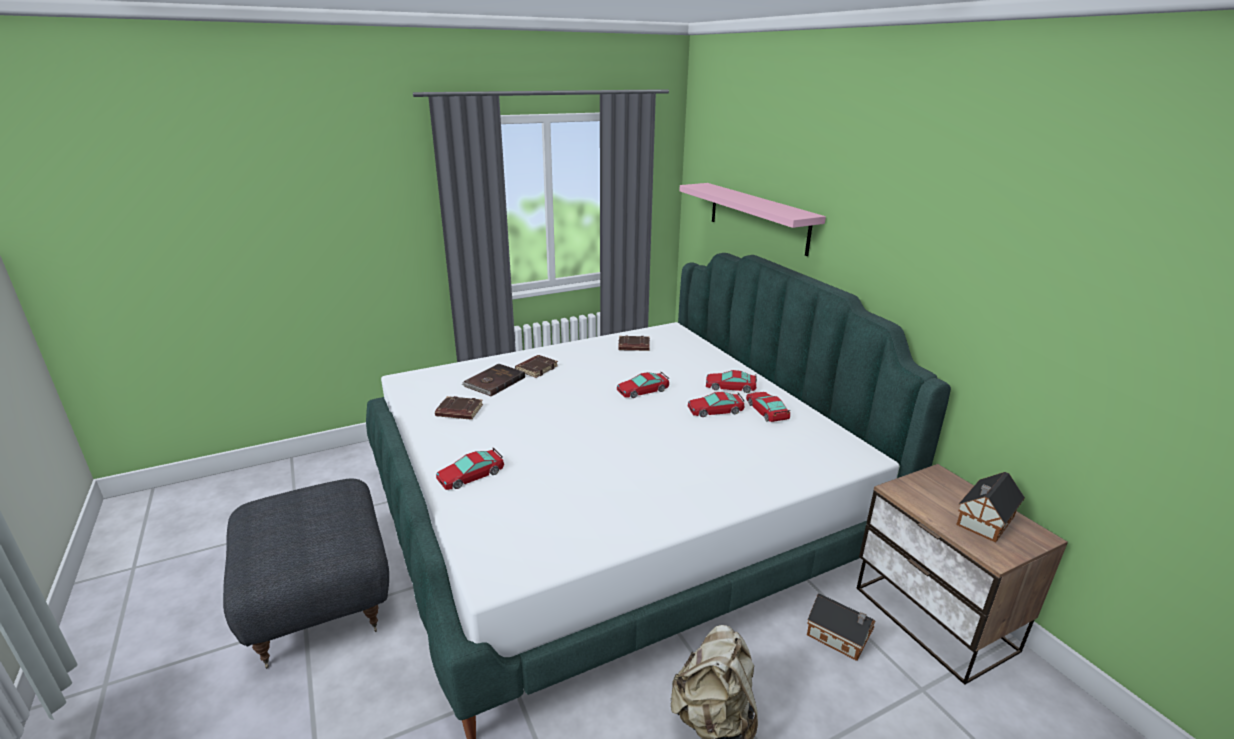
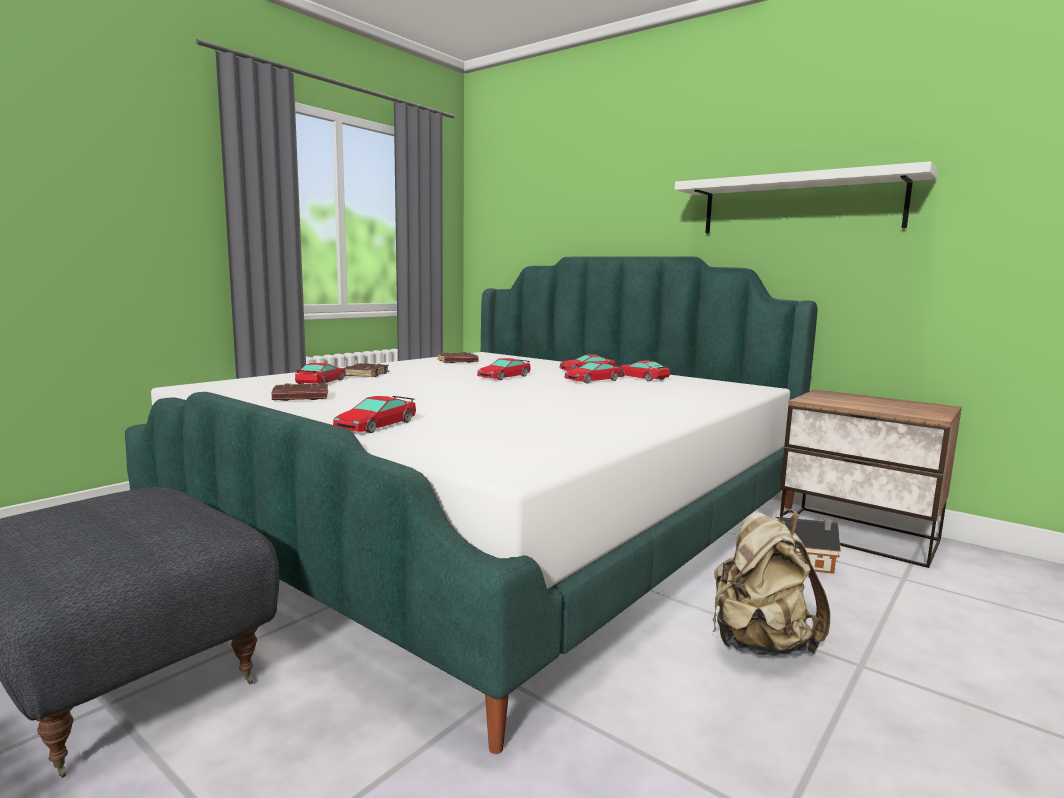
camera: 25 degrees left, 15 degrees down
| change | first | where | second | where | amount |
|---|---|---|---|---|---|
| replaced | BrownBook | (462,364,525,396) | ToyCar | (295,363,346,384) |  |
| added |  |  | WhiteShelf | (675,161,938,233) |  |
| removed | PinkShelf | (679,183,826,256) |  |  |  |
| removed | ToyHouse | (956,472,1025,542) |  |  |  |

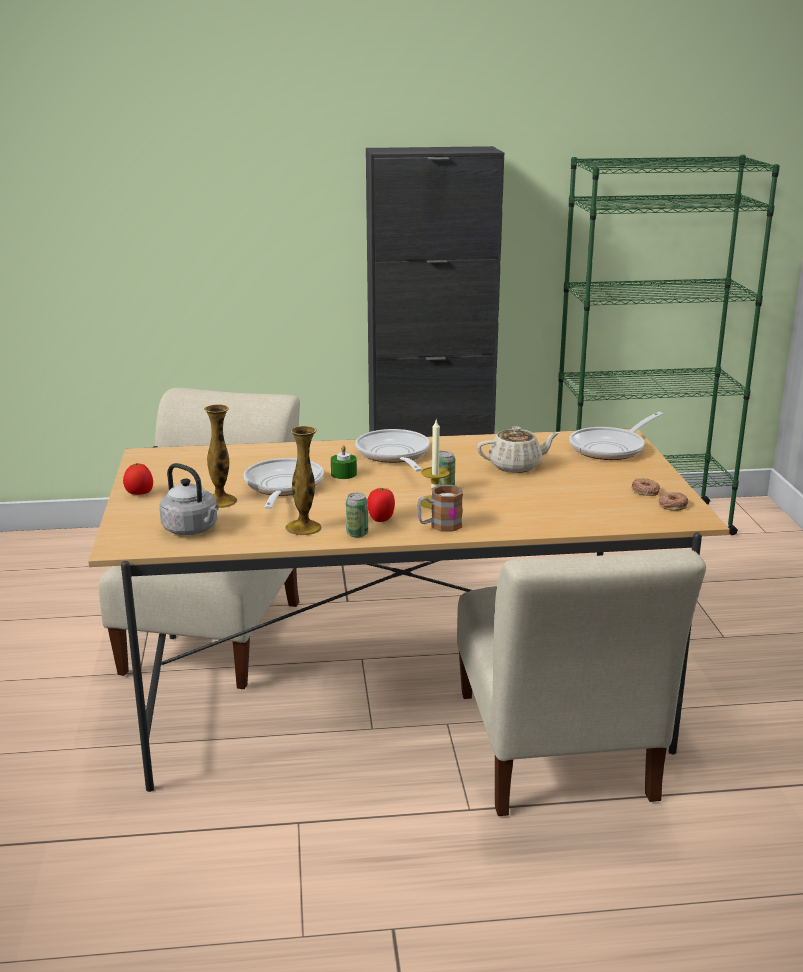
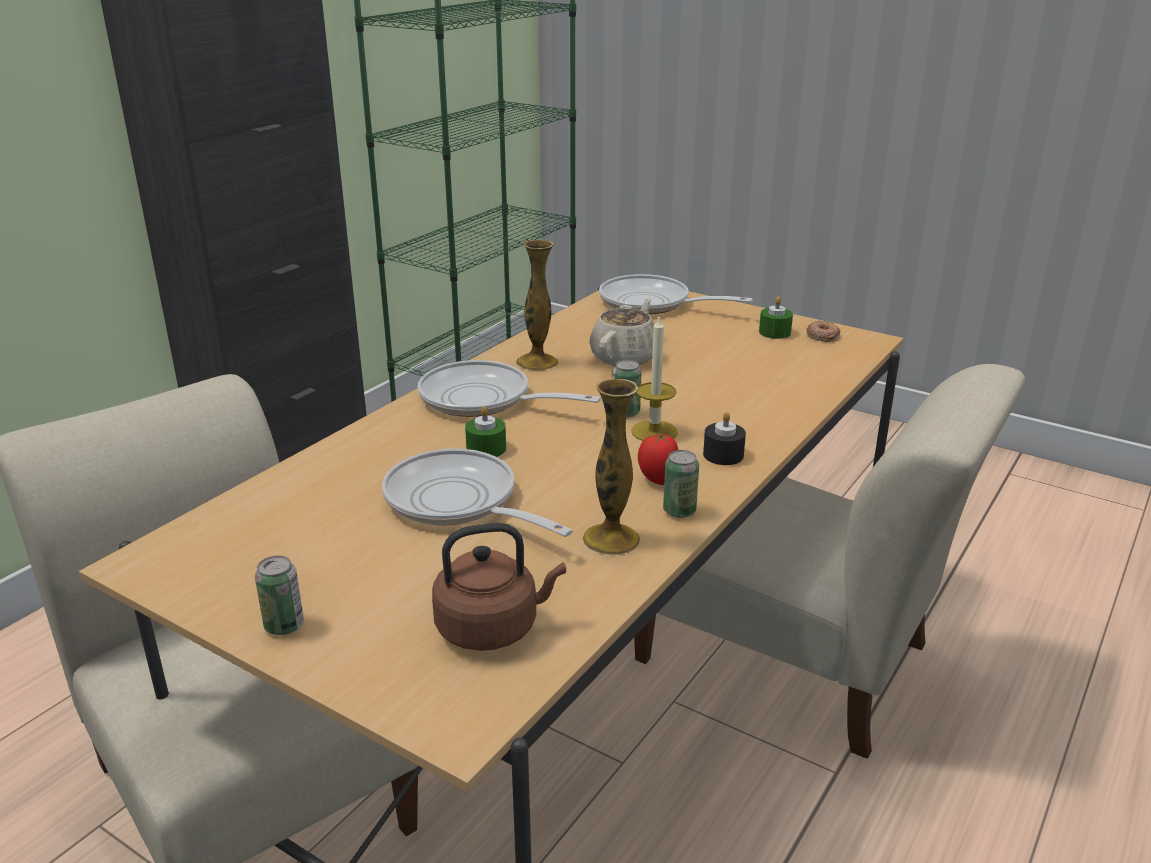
camera: 50 degrees left, 5 degrees up
| change | first | where | second | where | amount |
|---|---|---|---|---|---|
| replaced | Tomato | (123,463,153,495) | Can | (255,556,304,635) |  |
| recoloured | GreyKettle | (159,463,219,535) | BrownKettle | (432,523,566,651) |  |
| moved | Vase | (204,404,237,508) |  | (516,240,558,370) |  |
| turned | FryingPan | (569,412,663,460) |  | (599,274,753,314) | 120 degrees clockwise |
| replaced | Mug | (417,485,463,531) | BlackCandle | (703,412,746,465) |  |
| replaced | Donut | (631,478,660,496) | GreenCandle | (759,297,793,339) |  |

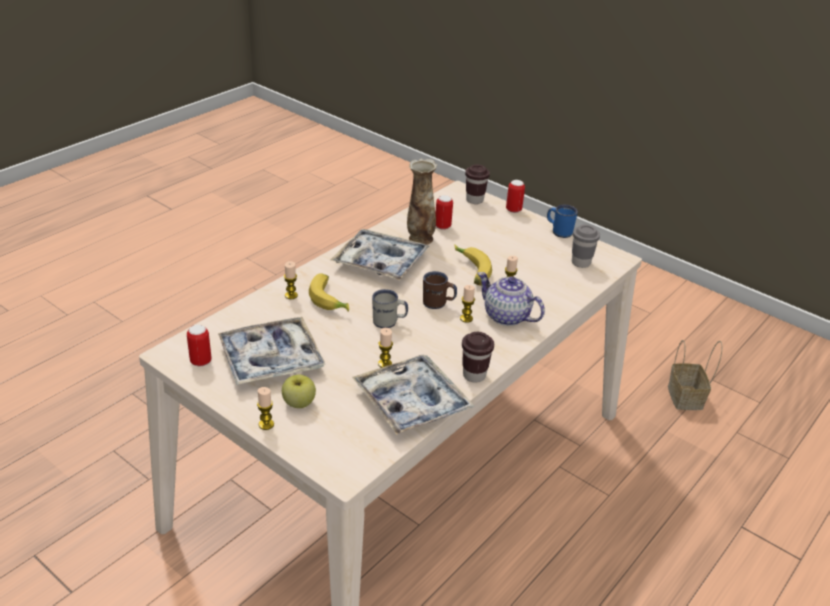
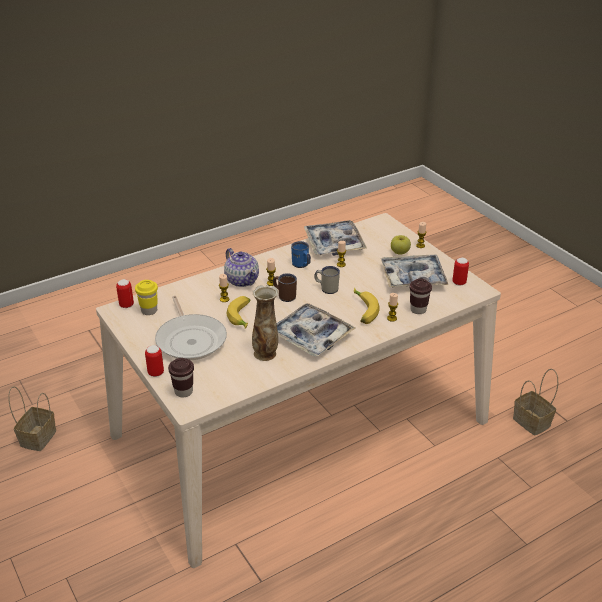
camera: 160 degrees left, 0 degrees up
| change | first | where | second | where | amount |
|---|---|---|---|---|---|
| moved | Can | (436,195,453,230) |  | (116,279,134,308) |  |
| recoloured | GreyCup | (572,225,600,268) | YellowCup | (135,280,158,315) |  |
| added |  |  | FryingPan | (155,296,227,360) |  |
| moved | BlueMug | (547,205,578,238) |  | (291,241,311,268) |  |
| moved | BrownCup | (462,332,494,383) |  | (409,279,432,314) |  |
| added |  |  | Basket | (513,369,558,436) |  |

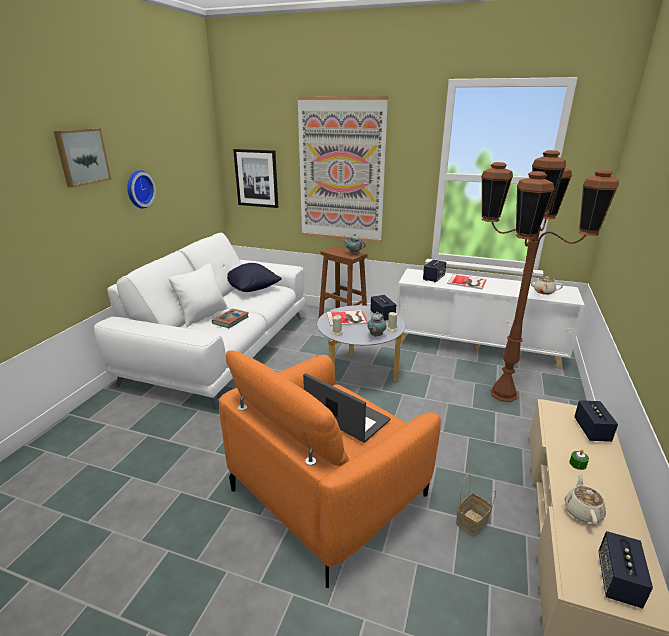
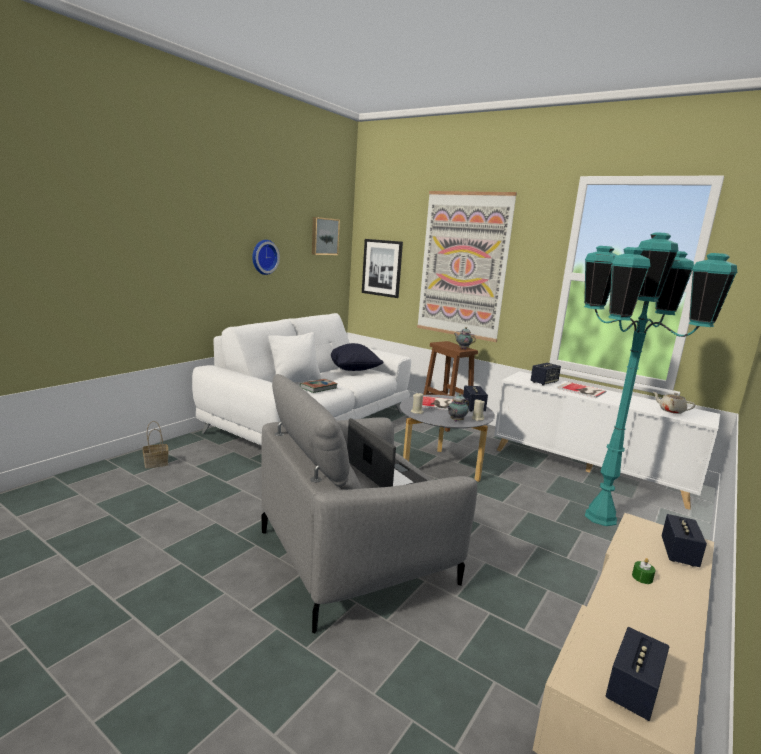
camera: 15 degrees right, 10 degrees down
| change | first | where | second | where | amount |
|---|---|---|---|---|---|
| moved | Basket | (456,474,496,537) |  | (143,421,168,468) |  |
| recoloured | OrangeArmchair | (219,350,441,588) | GreyArmchair | (261,374,477,633) |  |
| moved | Picture | (54,128,111,188) |  | (312,217,340,255) |  |
| recoloured | BrownFloorLamp | (481,150,619,402) | TurquoiseFloorLamp | (584,232,737,526) |  |
| removed | BeigeTeapot | (565,473,606,526) |  |  |  |

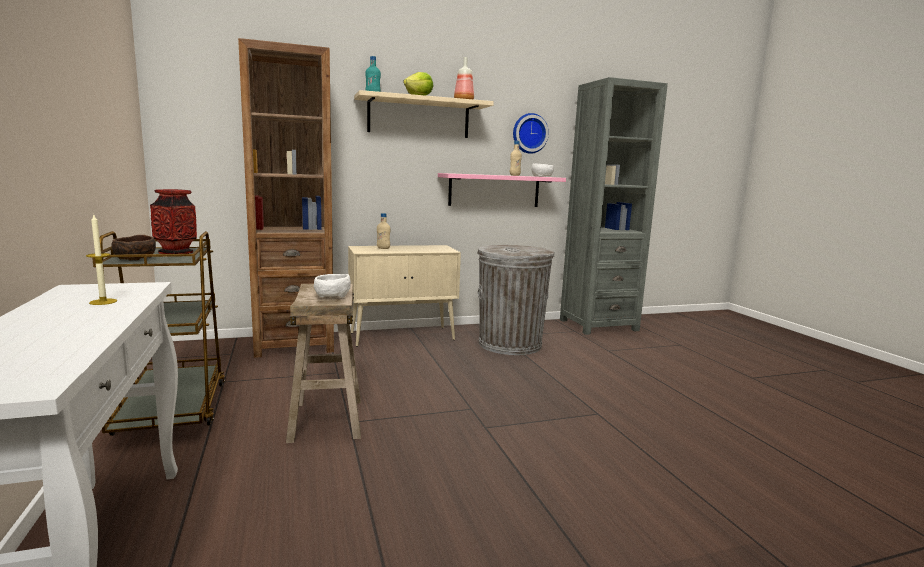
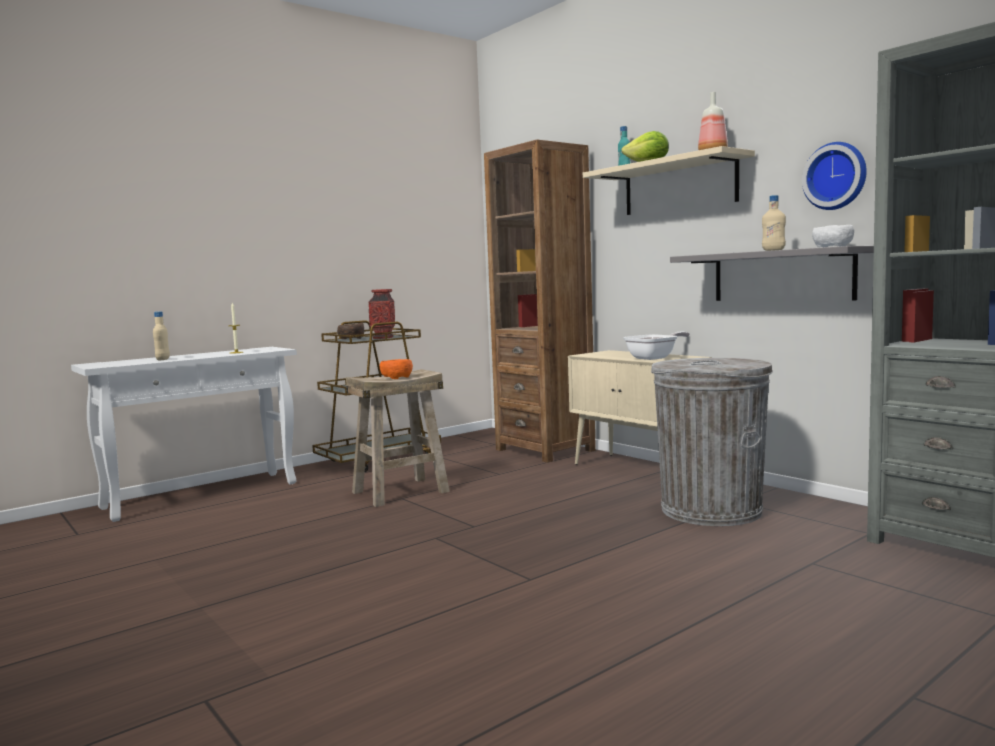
camera: 70 degrees right, 5 degrees down
| change | first | where | second | where | amount |
|---|---|---|---|---|---|
| moved | BeigeBottle | (377,213,390,249) |  | (153,311,170,361) |  |
| recoloured | WhiteBowl | (314,274,351,298) | OrangeBowl | (380,359,413,379) |  |
| added |  |  | FryingPan | (623,332,689,360) |  |
| recoloured | PinkShelf | (438,173,566,207) | GreyShelf | (670,246,874,301) |  |

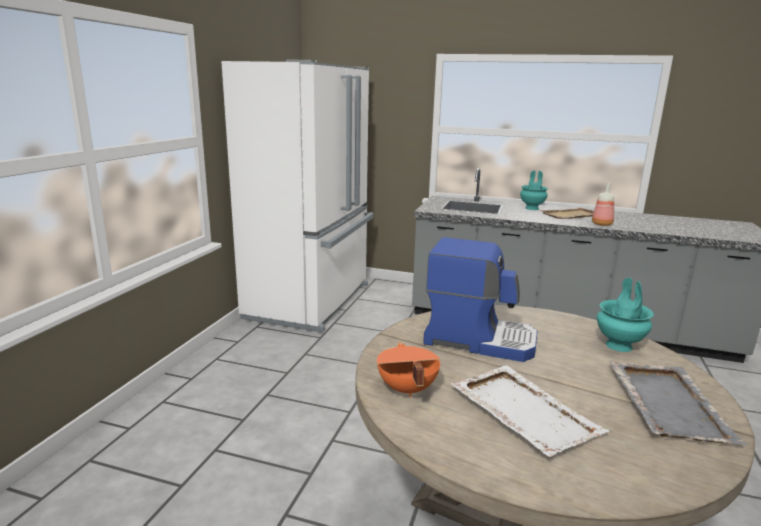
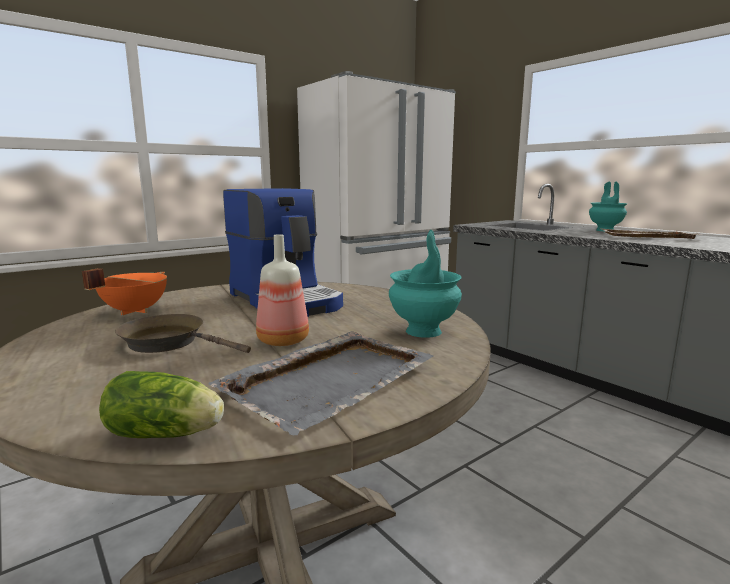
camera: 35 degrees right, 5 degrees down
| change | first | where | second | where | amount |
|---|---|---|---|---|---|
| added |  |  | Lettuce | (99,371,224,438) |  |
| replaced | WhiteTray | (451,365,609,457) | BrownFryingPan | (115,314,251,353) |  |
| moved | Bottle | (592,183,614,226) |  | (256,234,309,346) |  |

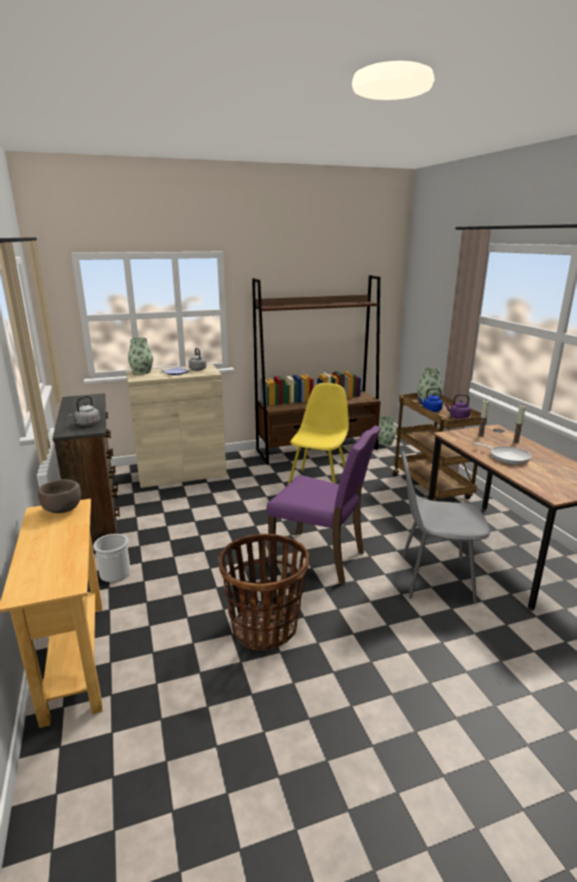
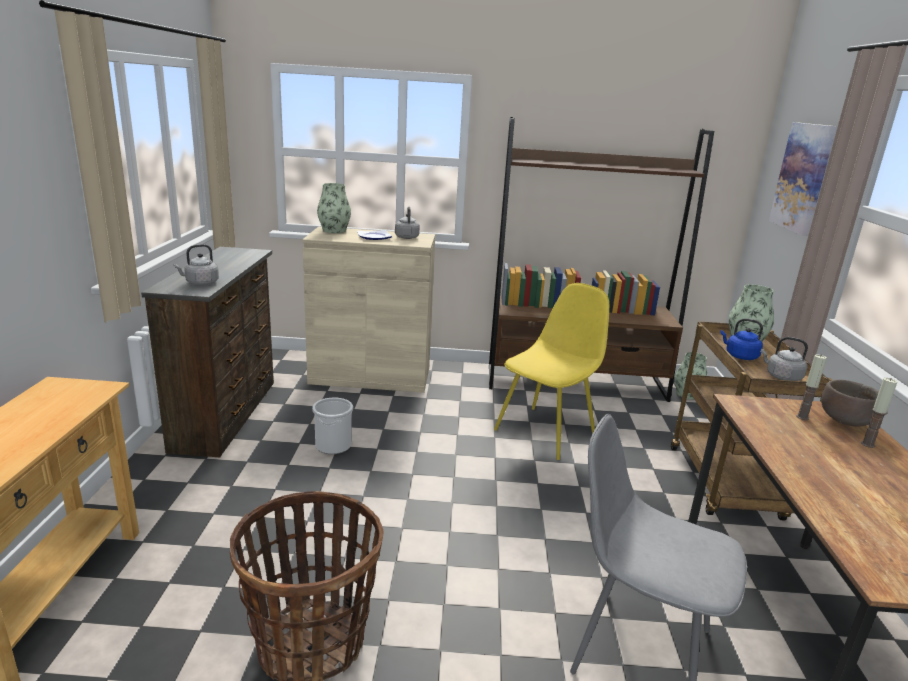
camera: 20 degrees right, 0 degrees up
| change | first | where | second | where | amount |
|---|---|---|---|---|---|
| moved | Bucket | (93,534,131,582) |  | (312,398,353,454) |  |
| recoloured | PurpleKettle | (445,394,471,419) | GreyKettle | (761,337,808,381) |  |
| added |  |  | Picture | (768,122,837,236) |  |
| moved | BrownBowl | (38,479,81,513) |  | (821,380,879,426) |  |
| removed | PurpleChair | (267,426,381,585) |  |  |  |
| removed | FryingPan | (473,442,531,465) |  |  |  |

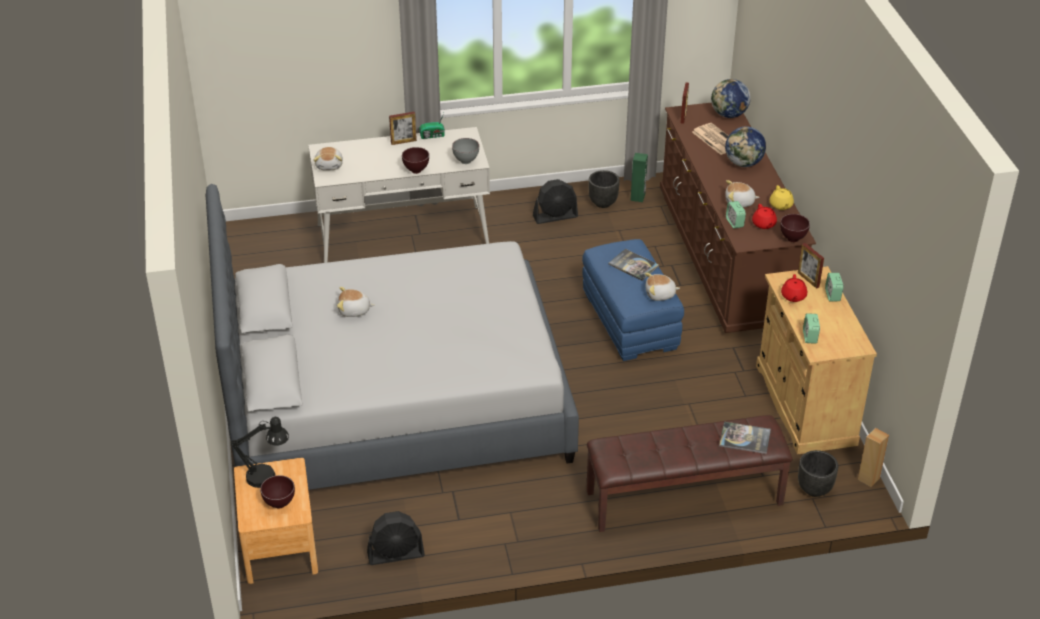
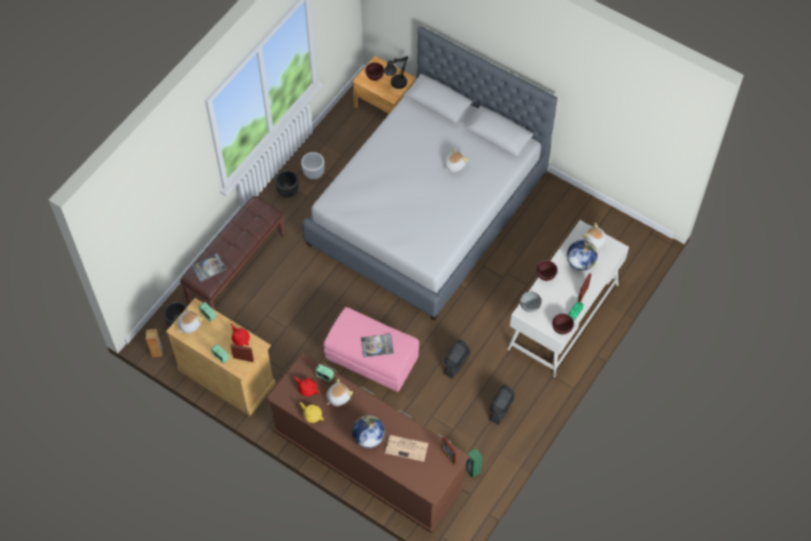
camera: 135 degrees right, 20 degrees up
| change | first | where | second | where | amount |
|---|---|---|---|---|---|
| moved | PlushToy | (645,273,680,301) |  | (177,307,203,334) |  |
| moved | BlackPlanter | (589,170,620,208) |  | (275,170,299,198) |  |
| added |  |  | WhitePlanter | (301,152,325,179) |  |
| recoloured | BlueOttoman | (582,239,684,361) | PinkOttoman | (324,307,419,392) |  |
| moved | BlackFan | (367,511,425,565) |  | (443,340,470,379) |  |
| moved | BrownBowl | (780,214,810,242) |  | (552,313,574,335) |  |
| moved | Globe | (711,79,751,118) |  | (567,240,598,271) |  |

